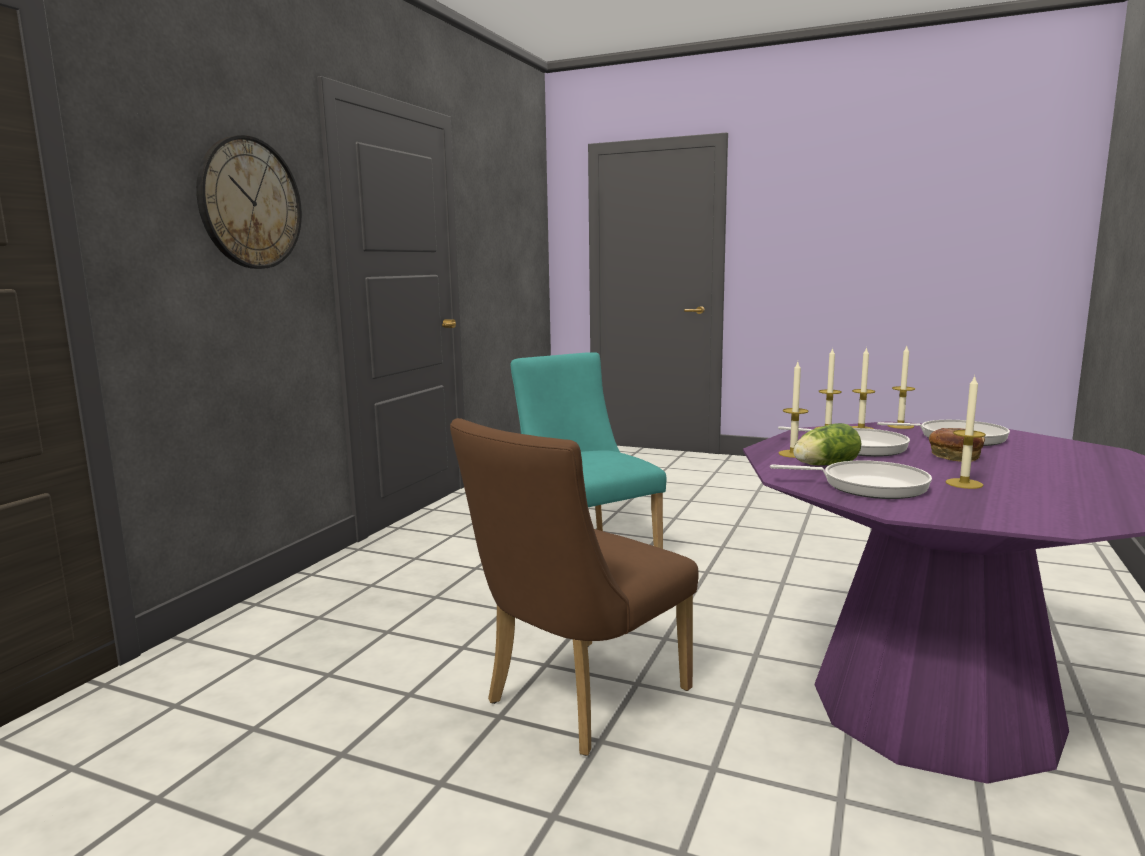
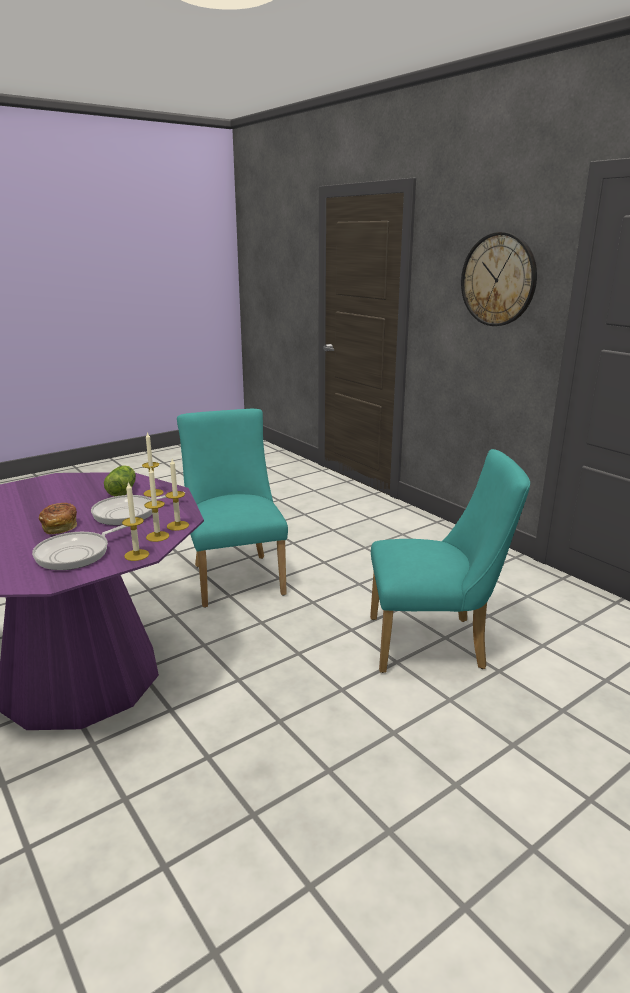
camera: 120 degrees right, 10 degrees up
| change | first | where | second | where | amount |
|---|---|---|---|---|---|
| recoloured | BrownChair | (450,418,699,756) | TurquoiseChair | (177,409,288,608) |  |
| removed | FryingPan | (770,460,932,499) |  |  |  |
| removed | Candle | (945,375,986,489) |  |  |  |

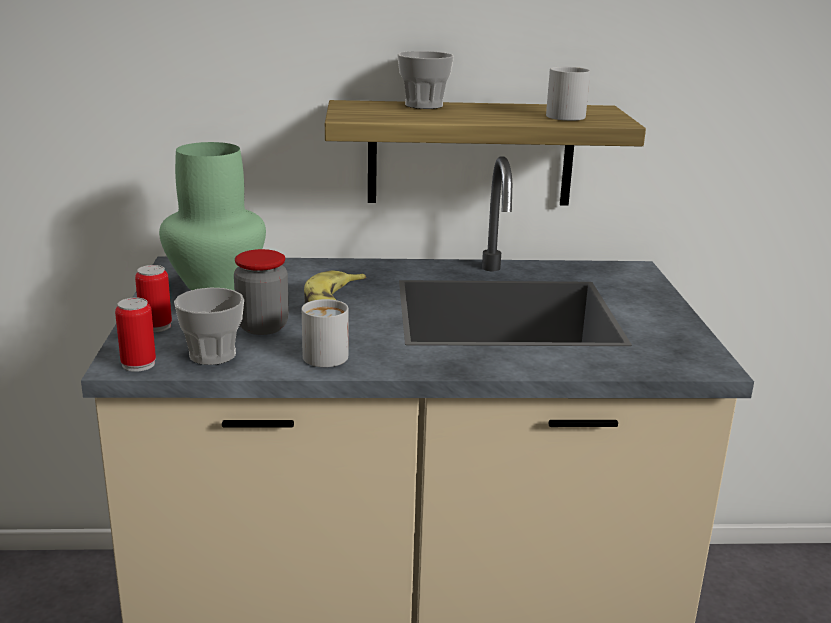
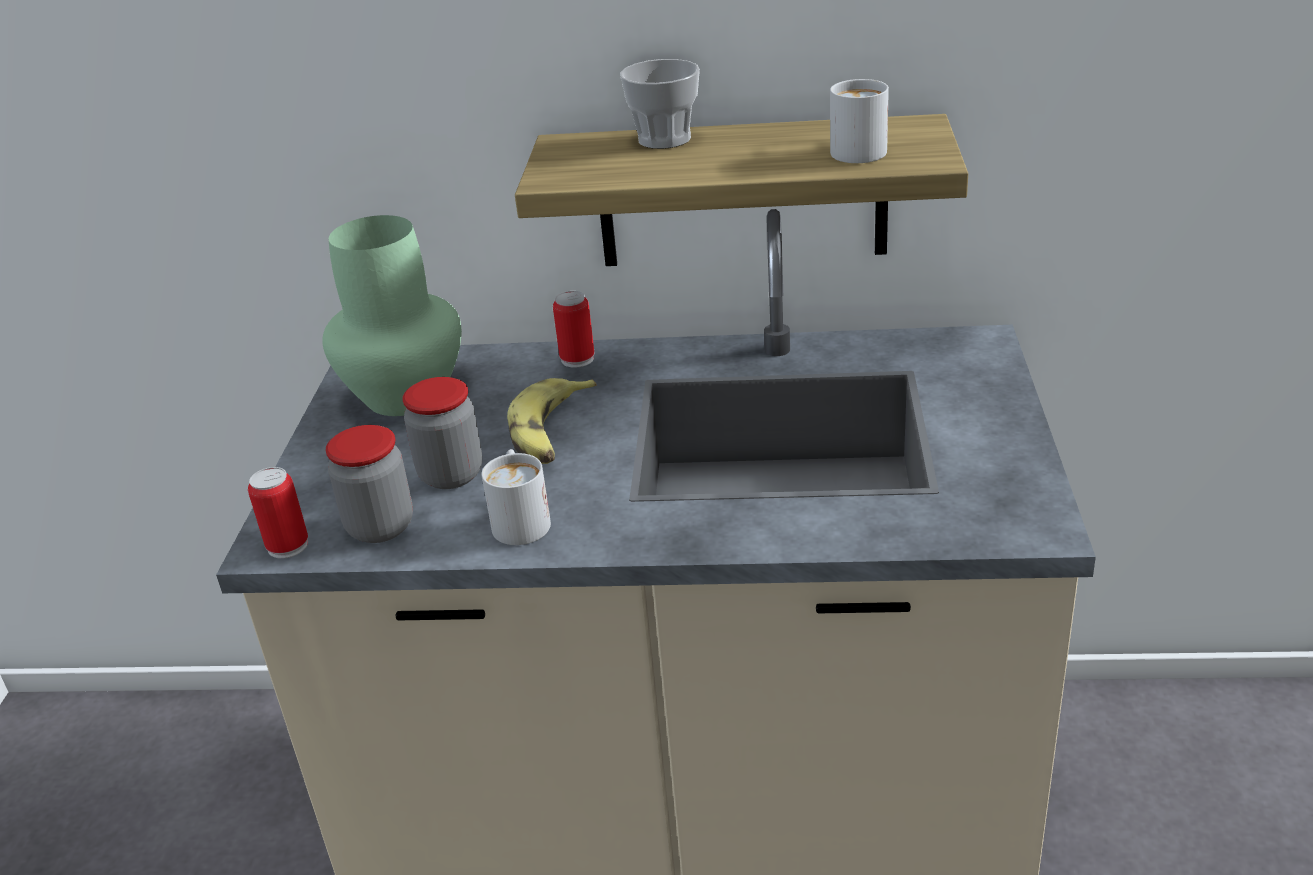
camera: 10 degrees right, 10 degrees up
| change | first | where | second | where | amount |
|---|---|---|---|---|---|
| replaced | Cup | (174,288,244,365) | Jar | (326,425,413,543) |  |
| moved | Can | (135,265,172,332) |  | (553,291,595,368) |  |

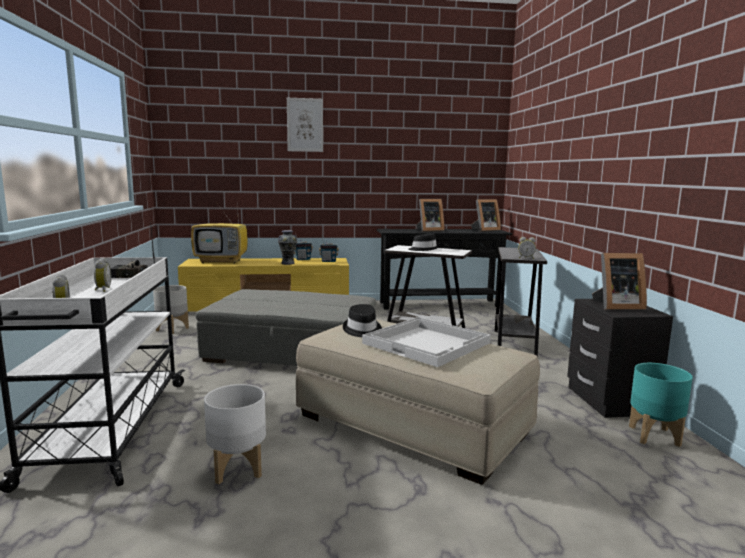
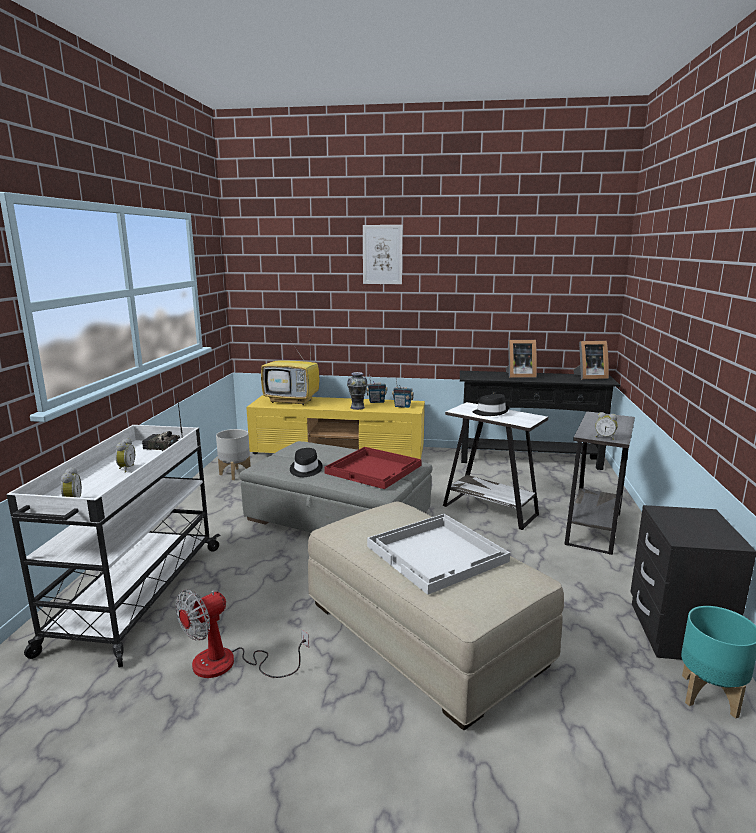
camera: 15 degrees right, 5 degrees up
| change | first | where | second | where | amount |
|---|---|---|---|---|---|
| replaced | WhitePlanter | (204,384,266,484) | Fan | (175,590,309,678) |  |
| moved | BlackHat | (343,304,382,337) |  | (290,448,323,477) |  |
| added |  |  | RedTray | (324,447,422,489) |  |
| removed | PictureFrame | (592,253,647,310) |  |  |  |

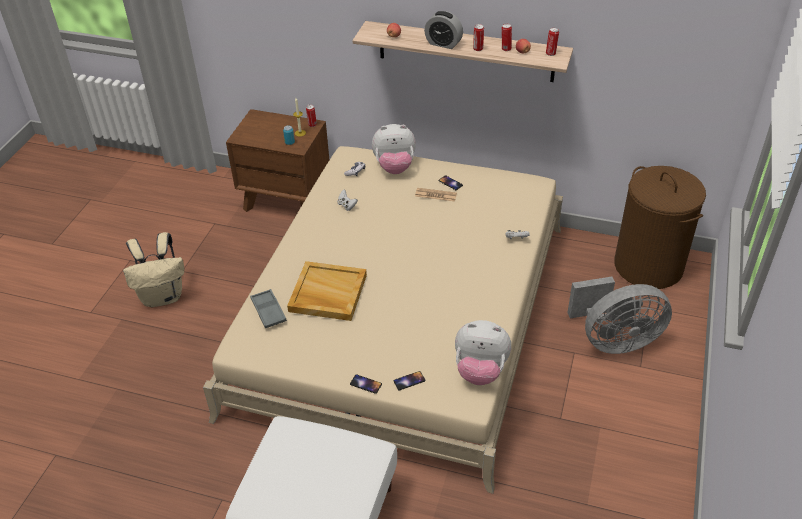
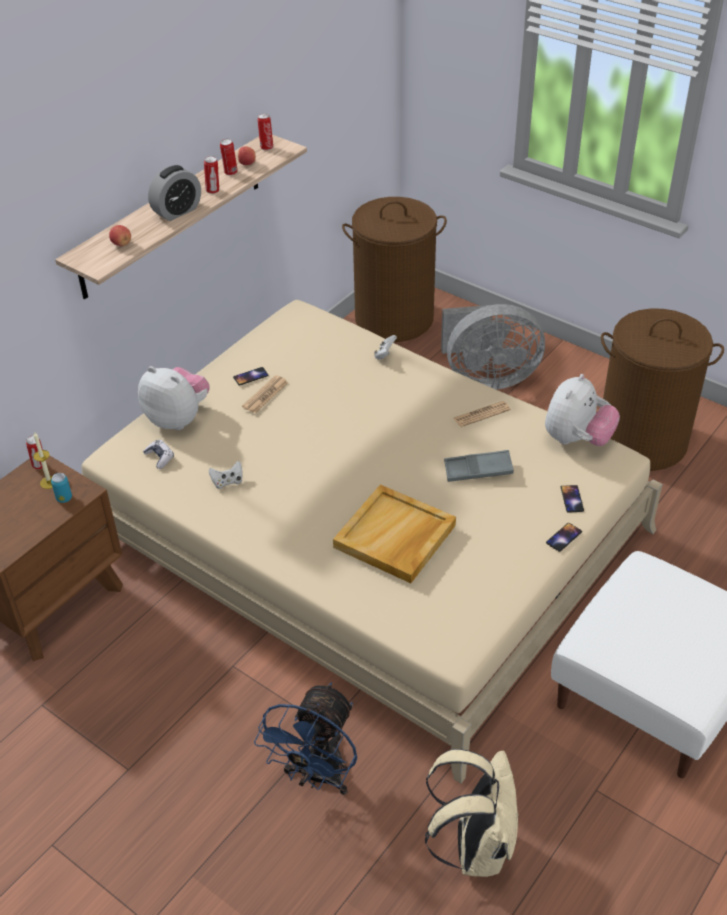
camera: 70 degrees left, 0 degrees up
| change | first | where | second | where | amount |
|---|---|---|---|---|---|
| turned | PlushToy | (372,124,416,174) |  | (138,366,210,430) | 75 degrees counterclockwise |
| added |  |  | BlueFan | (254,682,357,795) |  |
| moved | BeigeBackpack | (123,232,184,307) |  | (425,749,519,877) |  |
| turned | GreyFan | (567,277,672,354) |  | (441,304,545,390) | 75 degrees clockwise |
| moved | GreyTray | (250,289,287,328) |  | (444,450,514,482) |  |
| added |  |  | Newspaper | (454,401,511,427) |  |
| added |  |  | BrownLaundryBasket | (601,308,724,471) |  |

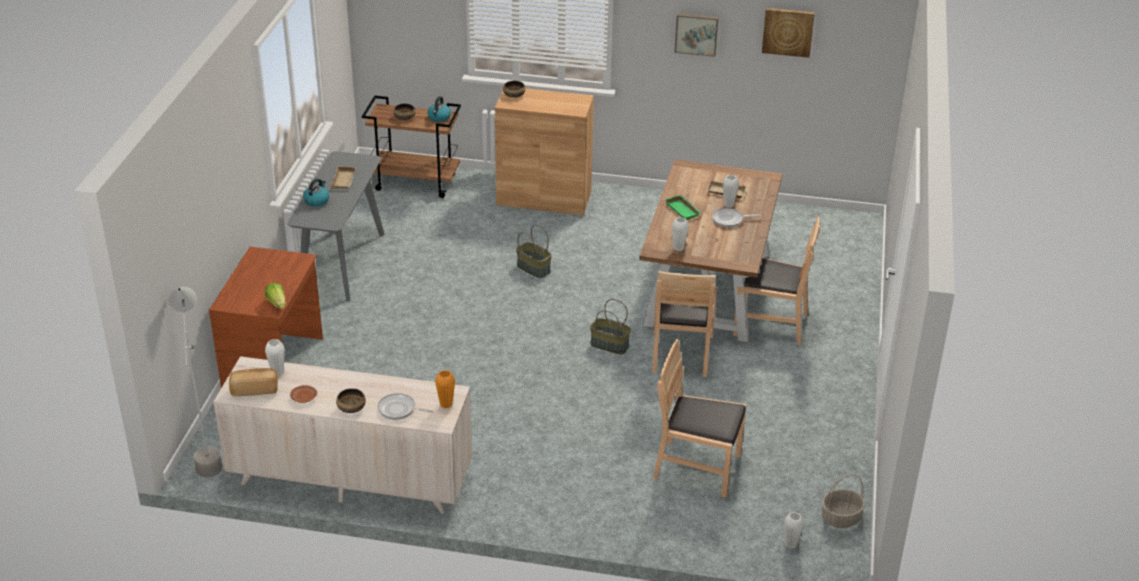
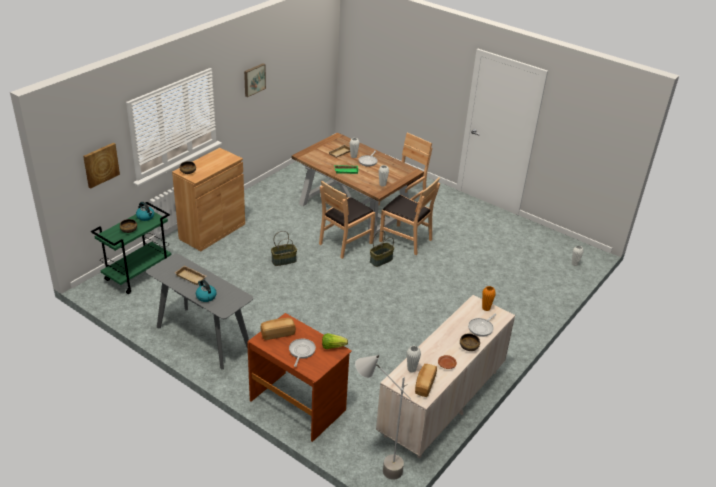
camera: 65 degrees left, 0 degrees up
| change | first | where | second | where | amount |
|---|---|---|---|---|---|
| moved | Picture | (762,8,815,58) |  | (83,143,120,189) |  |
| recoloured | BrownCart | (362,95,461,198) | GreenCart | (91,202,171,294) |  |
| added |  |  | Bread | (260,318,296,340) |  |
| added |  |  | FryingPan | (289,339,316,367) |  |
| moved | BrownChair | (653,339,746,498) |  | (319,181,375,259) |  |
| removed | Basket | (822,475,866,528) |  |  |  |

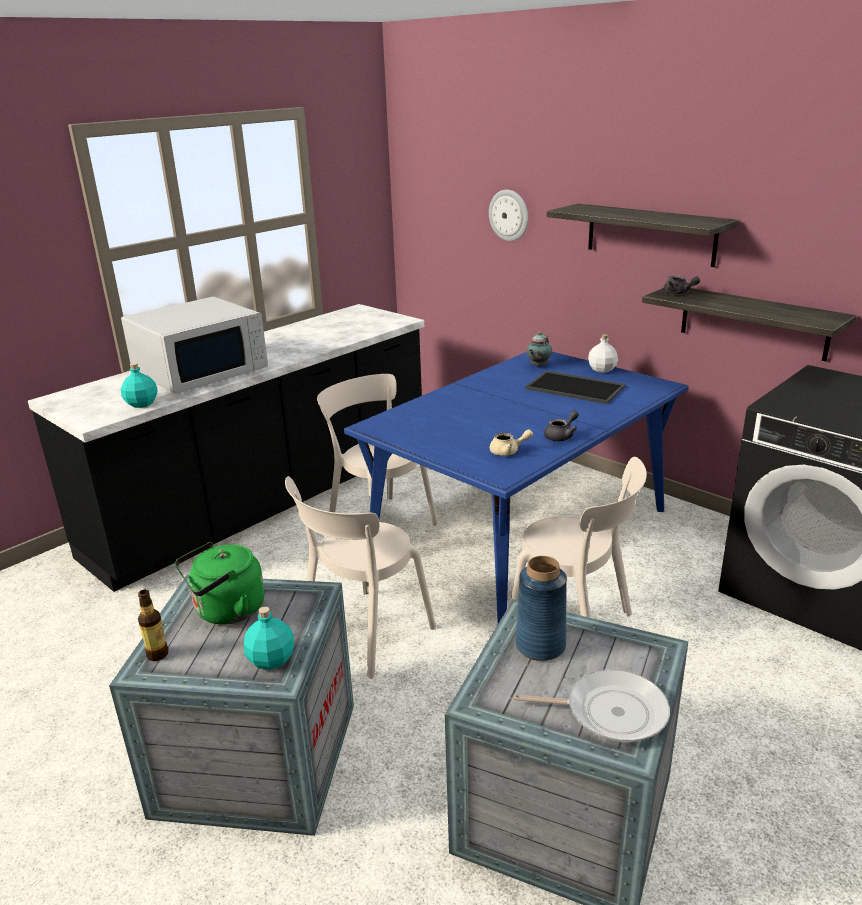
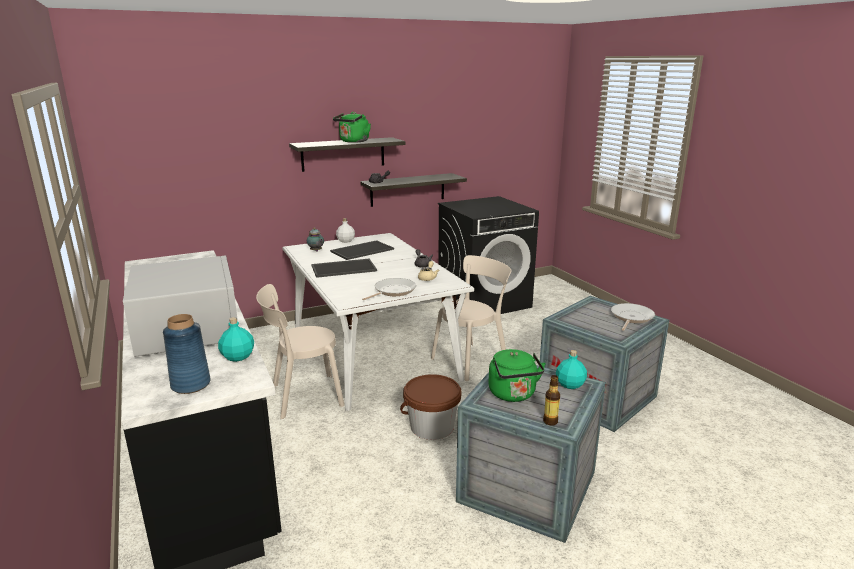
camera: 70 degrees left, 5 degrees down
| change | first | where | second | where | amount |
|---|---|---|---|---|---|
| moved | BlueVase | (515,556,567,661) |  | (163,314,211,394) |  |
| recoloured | BlueDiningTable | (344,352,689,623) | WhiteDiningTable | (283,233,474,411) |  |
| added |  |  | Tray | (311,259,377,278) |  |
| added |  |  | GreenKettle | (333,112,371,143) |  |
| added |  |  | FryingPan | (362,278,416,300) |  |
| replaced | BeigeChair | (285,476,436,679) | BrownBucket | (400,374,461,440) |  |
| removed | WallClock | (489,190,528,241) |  |  |  |

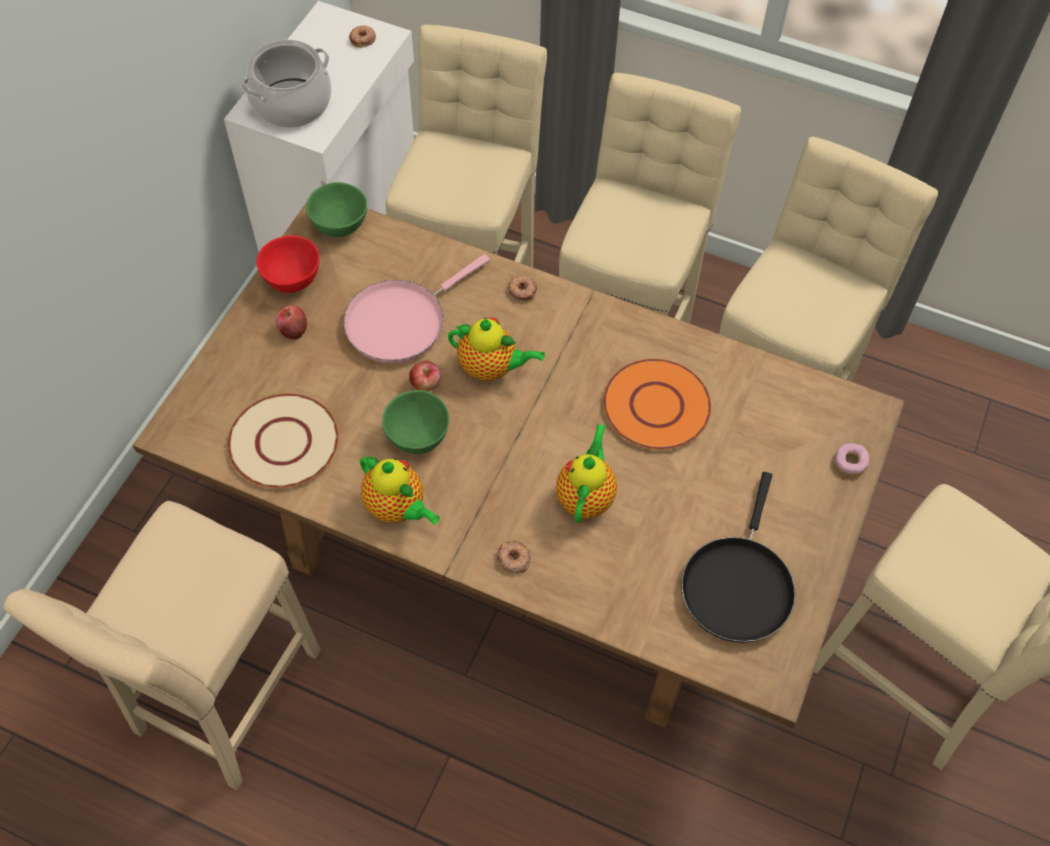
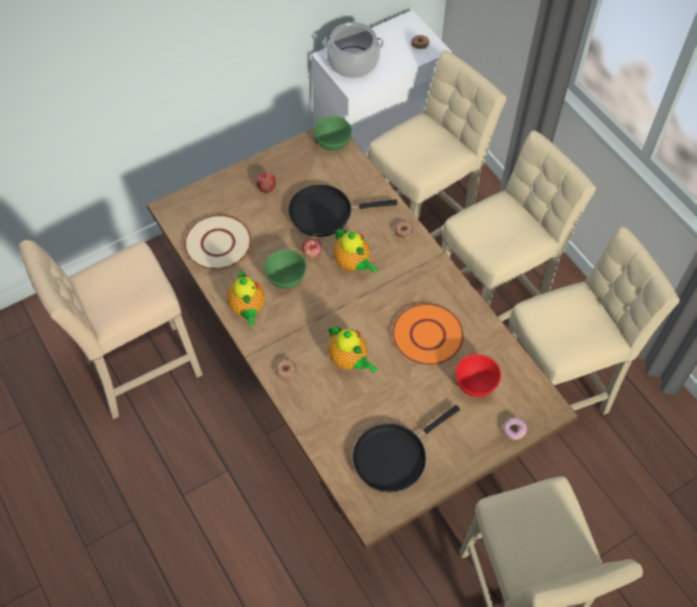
camera: 35 degrees right, 0 degrees up
| change | first | where | second | where | amount |
|---|---|---|---|---|---|
| recoloured | PinkFryingPan | (343,254,490,363) | BlackFryingPan | (288,184,397,237) |  |
| turned | Teapot | (556,424,617,523) |  | (328,326,377,373) | 90 degrees clockwise |
| moved | RedBowl | (256,235,320,293) |  | (456,354,501,397) |  |

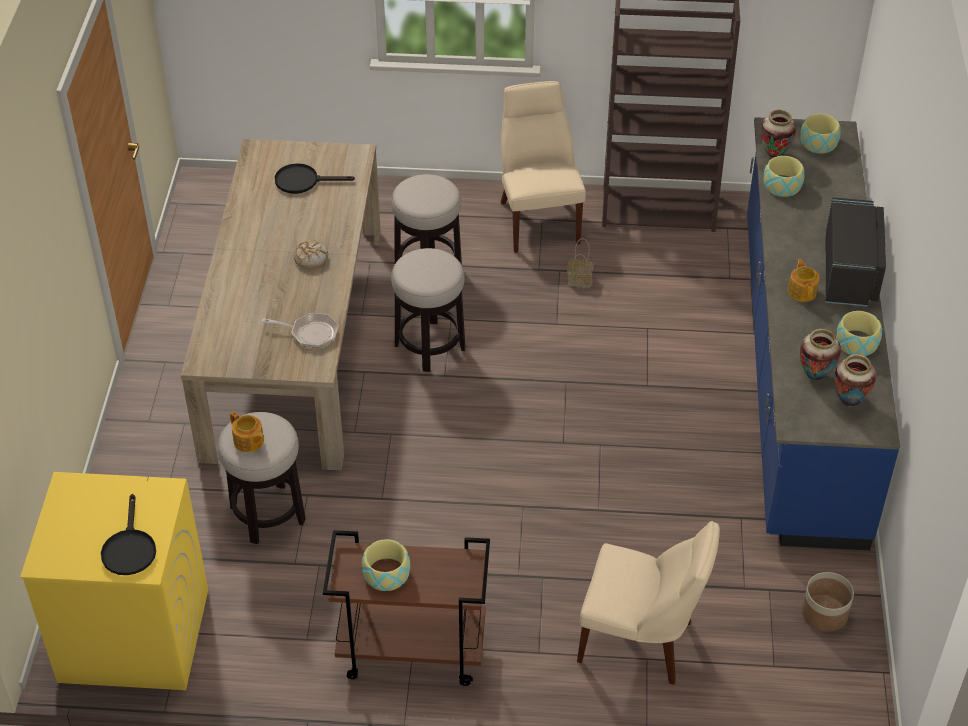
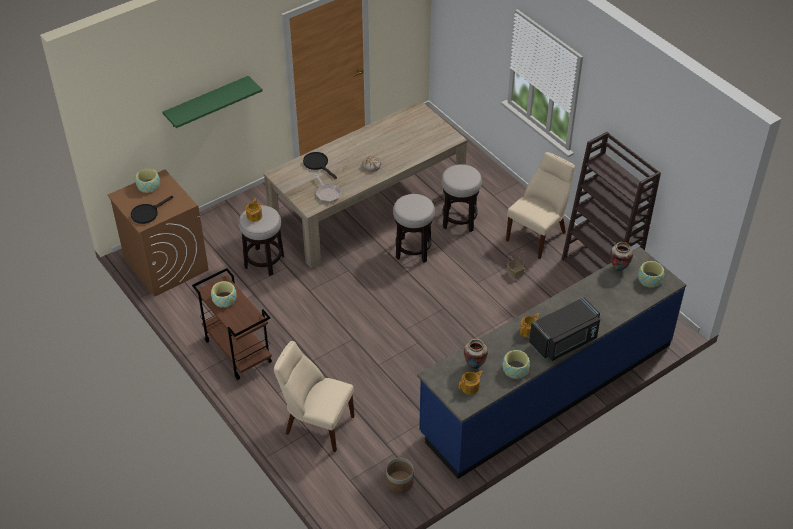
camera: 50 degrees right, 0 degrees up
| change | first | where | second | where | amount |
|---|---|---|---|---|---|
| recoloured | YellowWashingMachine | (20,472,208,690) | BrownWashingMachine | (107,169,209,297) |  |
| moved | Bowl | (763,156,805,197) |  | (135,168,160,193) |  |
| added |  |  | GreenShelf | (163,76,263,128) |  |
| turned | BeigeChair | (577,521,720,685) |  | (274,341,355,452) | 135 degrees clockwise |
| moved | BlackFryingPan | (275,163,355,194) |  | (303,152,337,179) |  |
| replaced | Vase | (834,354,876,407) | Teapot | (458,370,483,395) |  |

